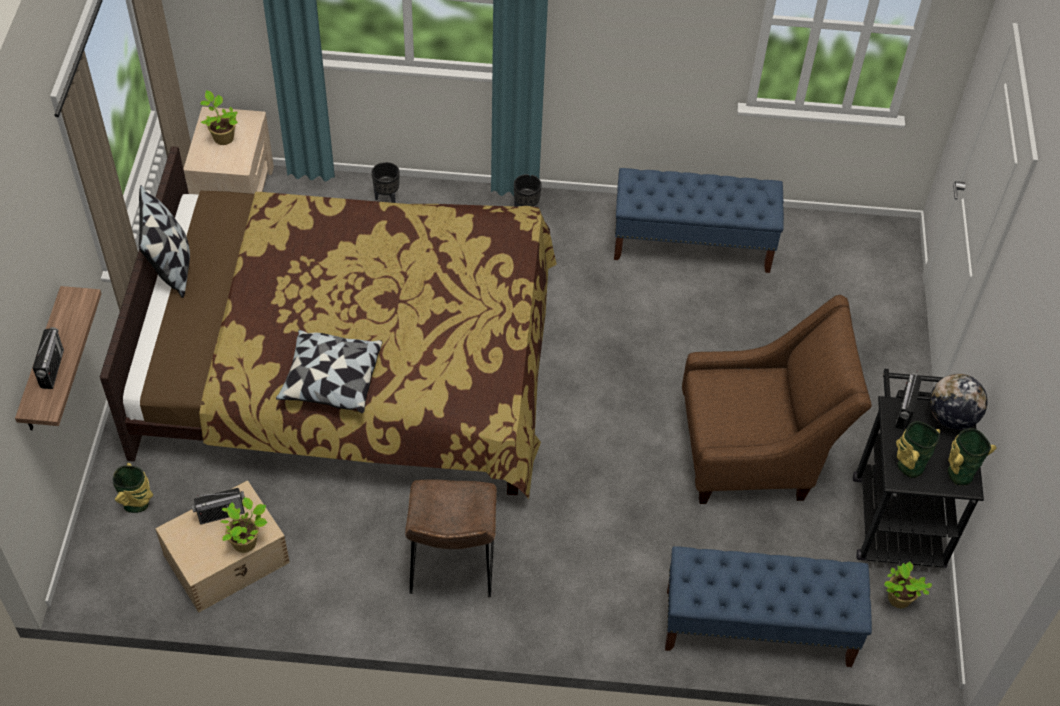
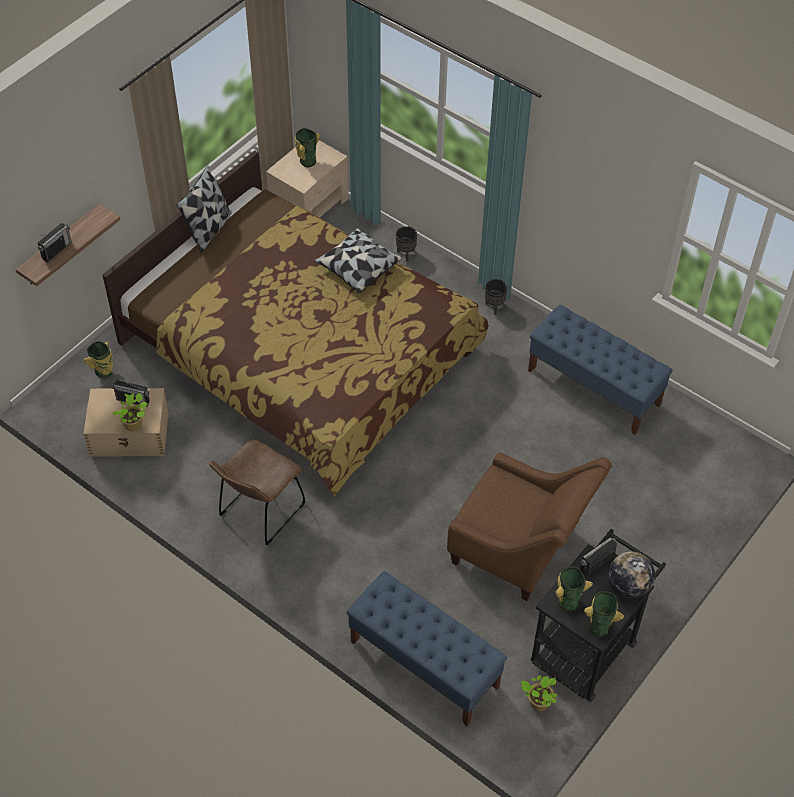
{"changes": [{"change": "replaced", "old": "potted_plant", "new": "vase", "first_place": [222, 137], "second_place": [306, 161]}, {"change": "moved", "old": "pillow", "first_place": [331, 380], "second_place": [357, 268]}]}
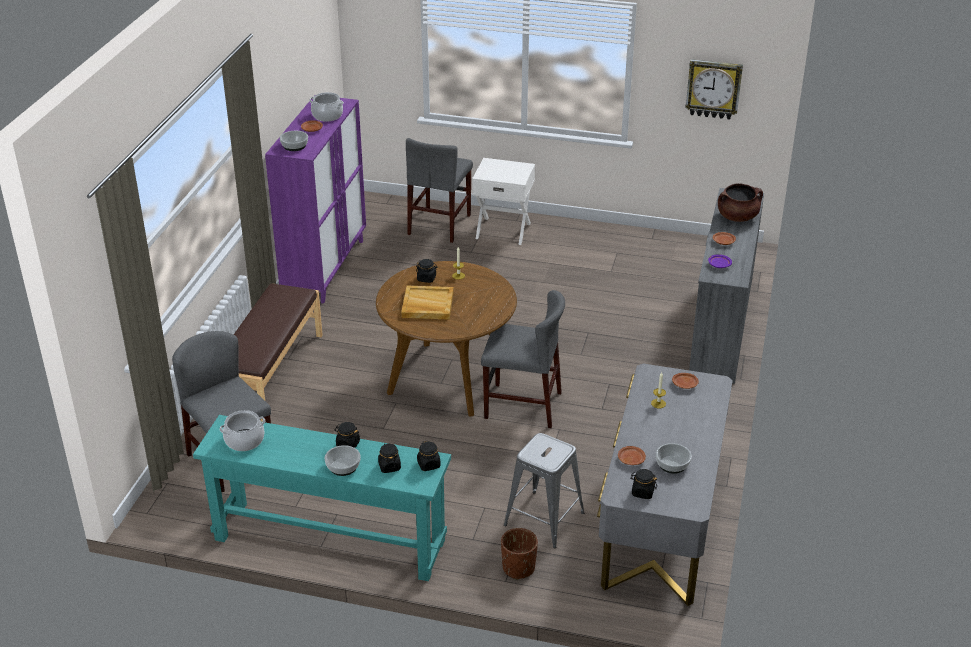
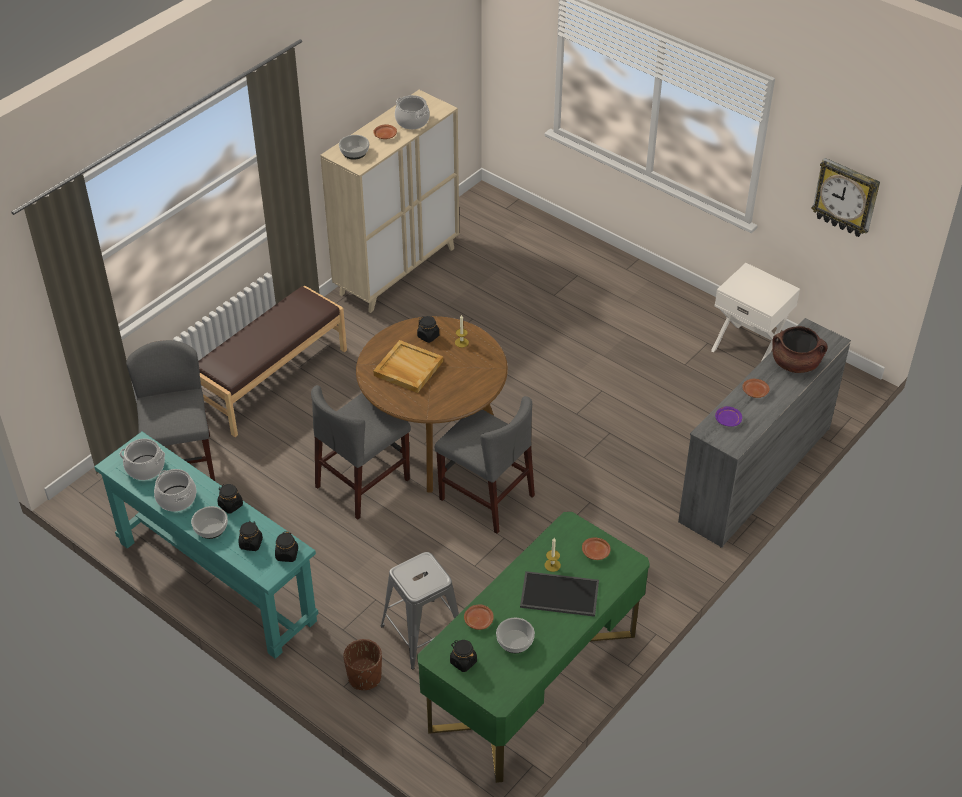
{"changes": [{"change": "added", "new": "cooking_pot", "second_place": [176, 499]}, {"change": "moved", "old": "grey_chair", "first_place": [439, 224], "second_place": [362, 483]}, {"change": "recoloured", "old": "purple_cabinet", "new": "beige_cabinet", "first_place": [325, 268], "second_place": [397, 271]}, {"change": "recoloured", "old": "grey_desk", "new": "green_desk", "first_place": [661, 522], "second_place": [533, 681]}, {"change": "added", "new": "tray", "second_place": [558, 595]}, {"change": "moved", "old": "white_nightstand", "first_place": [503, 230], "second_place": [748, 349]}]}
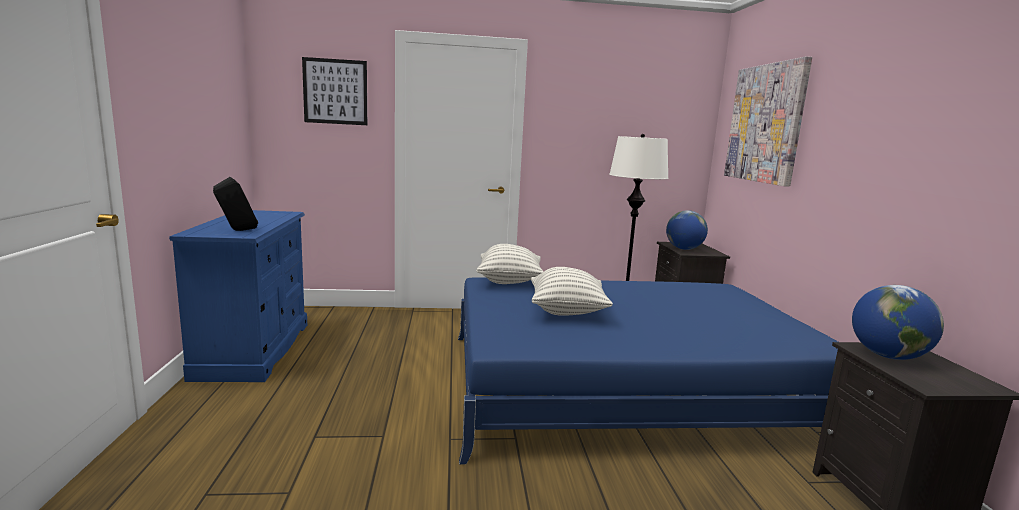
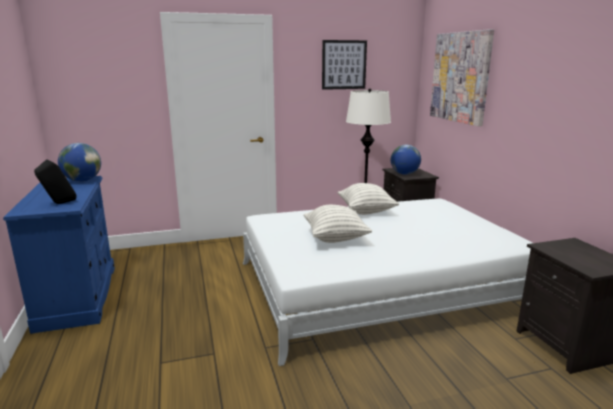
{"changes": [{"change": "moved", "old": "globe", "first_place": [888, 356], "second_place": [82, 181]}, {"change": "recoloured", "old": "blue_bed", "new": "white_bed", "first_place": [624, 387], "second_place": [378, 286]}, {"change": "moved", "old": "picture", "first_place": [335, 91], "second_place": [344, 65]}, {"change": "moved", "old": "pillow", "first_place": [509, 281], "second_place": [366, 211]}]}
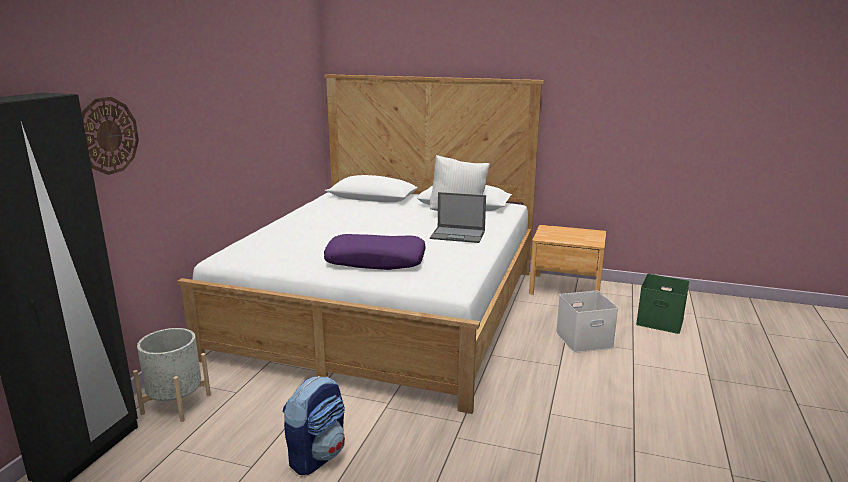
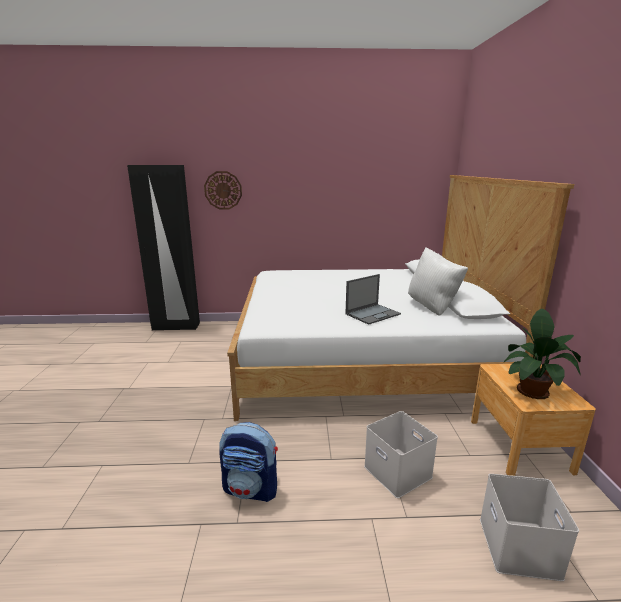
{"changes": [{"change": "moved", "old": "backpack", "first_place": [317, 455], "second_place": [251, 489]}, {"change": "turned", "old": "laptop", "first_place": [458, 235], "second_place": [373, 314], "degrees": -120}, {"change": "recoloured", "old": "green_storage_box", "new": "white_storage_box", "first_place": [659, 321], "second_place": [516, 545]}, {"change": "added", "new": "potted_plant", "second_place": [533, 390]}, {"change": "removed", "old": "grey_planter", "first_place": [176, 404]}, {"change": "removed", "old": "purple_pillow", "first_place": [376, 261]}]}
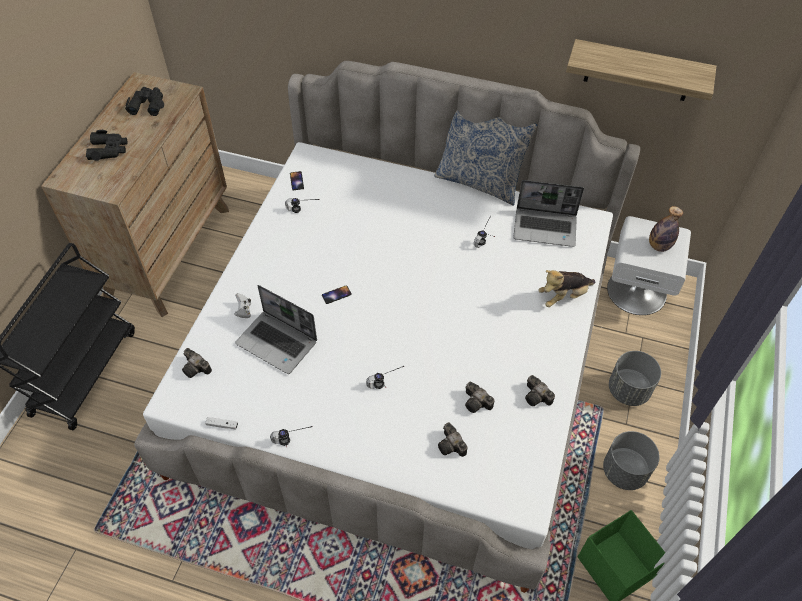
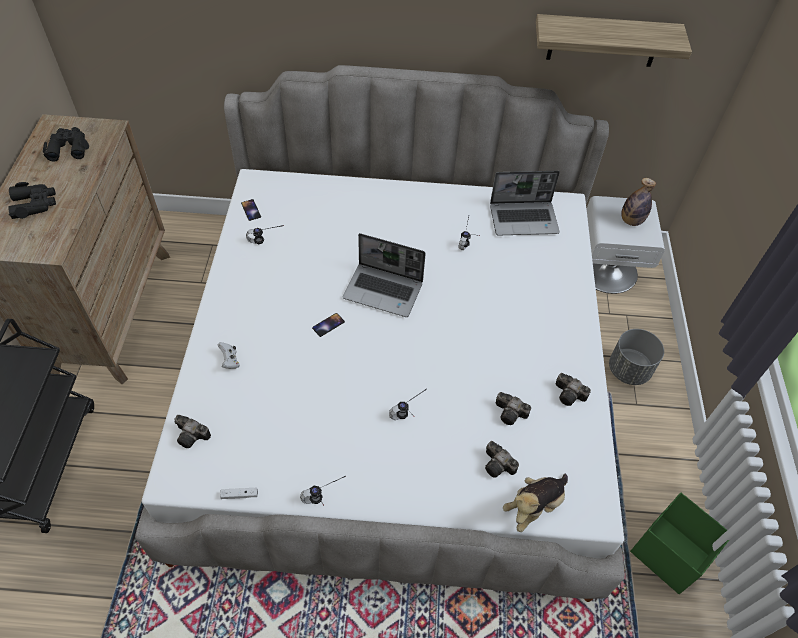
{"changes": [{"change": "moved", "old": "laptop", "first_place": [278, 343], "second_place": [384, 290]}, {"change": "moved", "old": "plush_toy", "first_place": [563, 296], "second_place": [534, 506]}, {"change": "removed", "old": "pillow", "first_place": [479, 181]}, {"change": "removed", "old": "grey_planter", "first_place": [624, 471]}]}
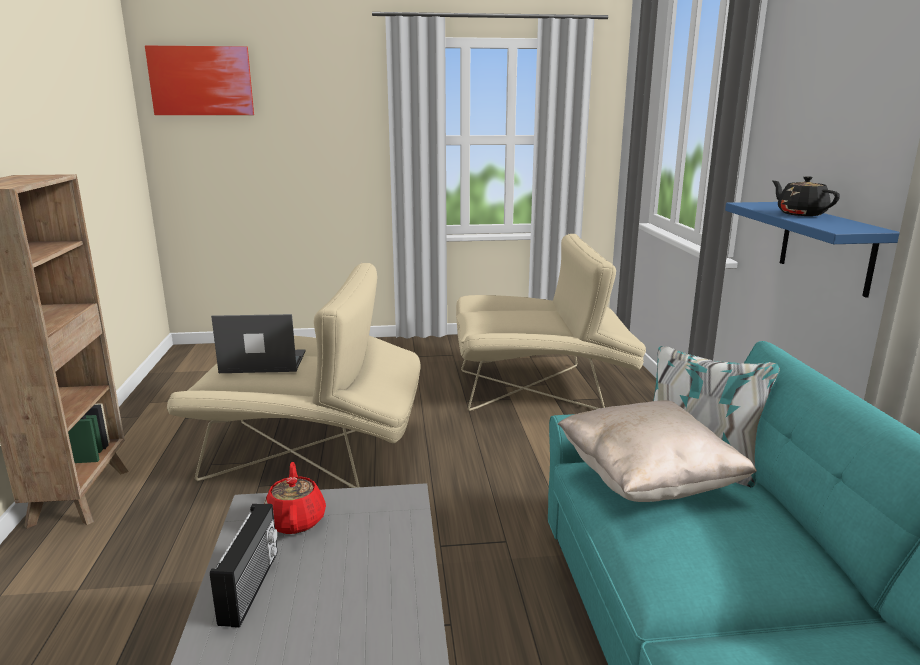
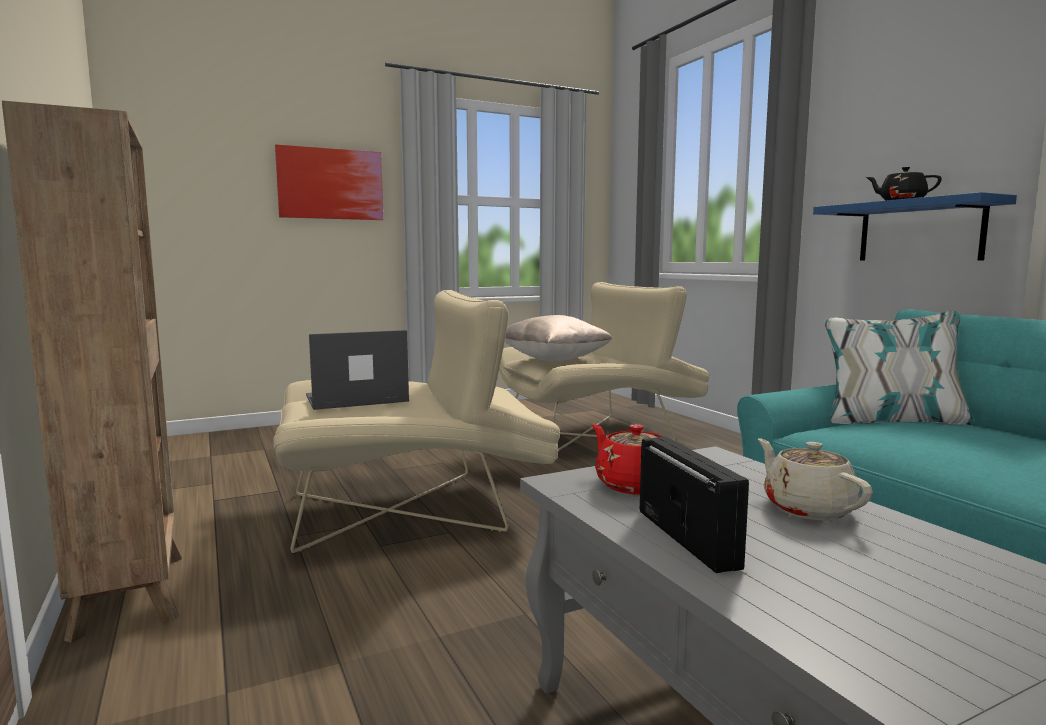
{"changes": [{"change": "moved", "old": "picture", "first_place": [201, 81], "second_place": [330, 184]}, {"change": "moved", "old": "beige_pillow", "first_place": [647, 481], "second_place": [554, 360]}, {"change": "added", "new": "beige_teapot", "second_place": [807, 508]}]}
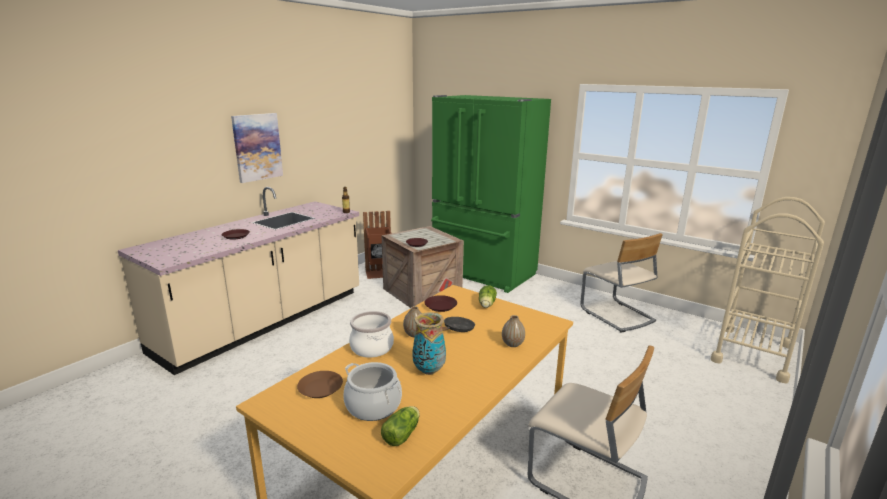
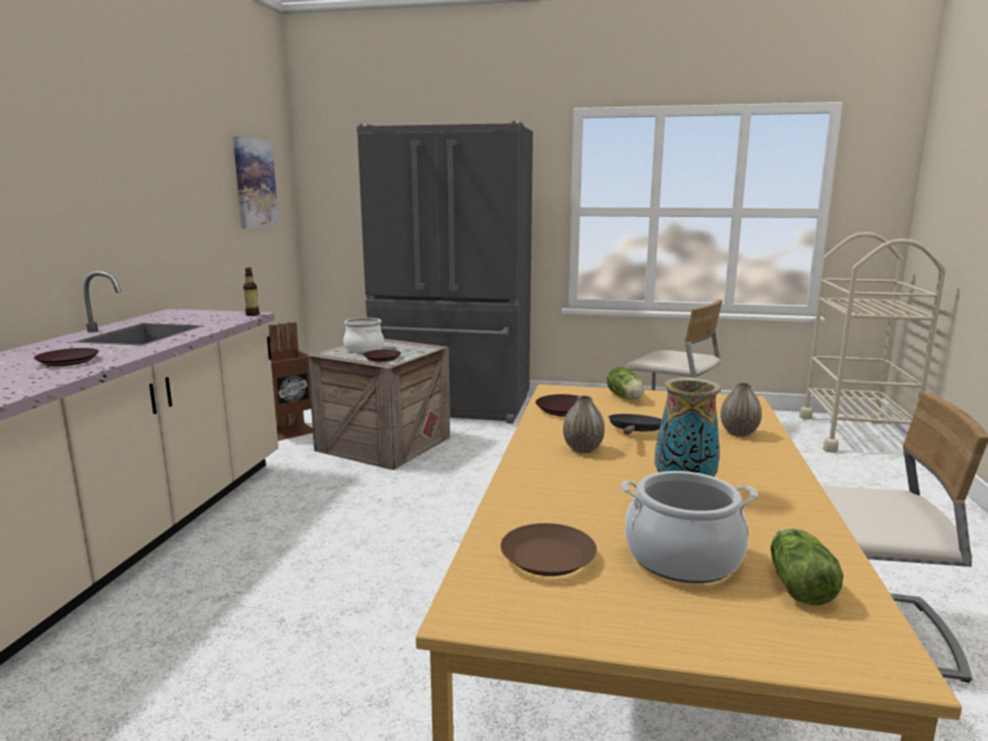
{"changes": [{"change": "moved", "old": "picture", "first_place": [257, 147], "second_place": [254, 183]}, {"change": "moved", "old": "cooking_pot", "first_place": [371, 348], "second_place": [363, 348]}, {"change": "recoloured", "old": "green_fridge", "new": "grey_fridge", "first_place": [482, 273], "second_place": [452, 406]}]}
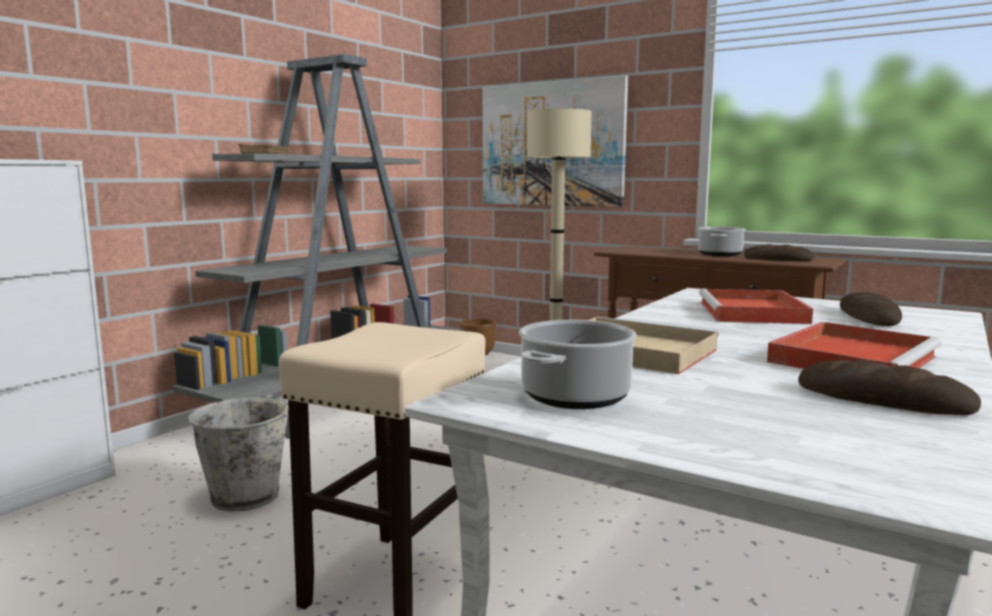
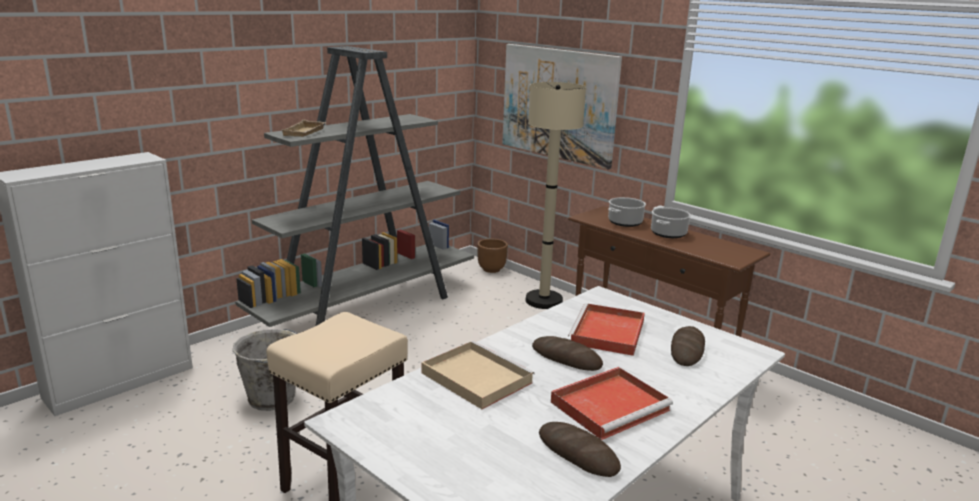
{"changes": [{"change": "moved", "old": "bread", "first_place": [778, 259], "second_place": [566, 358]}, {"change": "moved", "old": "cooking_pot", "first_place": [575, 397], "second_place": [625, 223]}]}
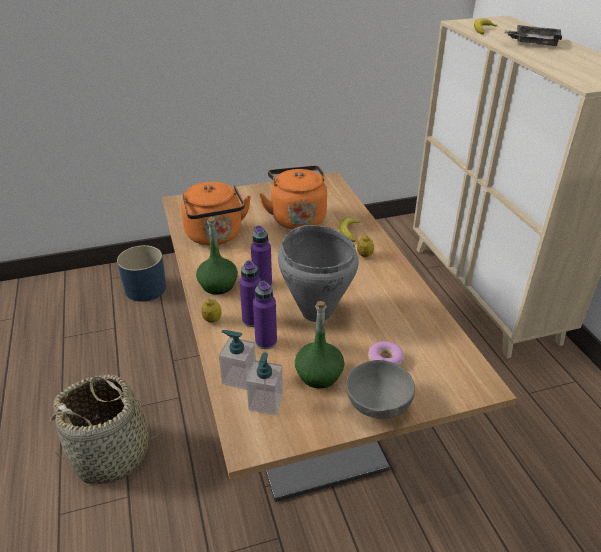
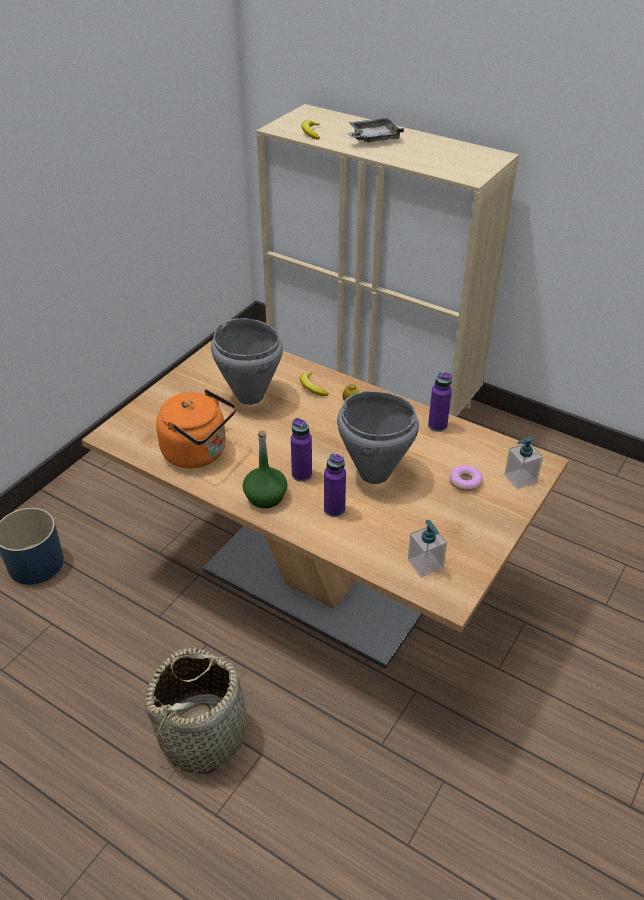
{"changes": [{"change": "replaced", "old": "orange_kettle", "new": "grey_cooking_pot", "first_place": [297, 218], "second_place": [250, 396]}, {"change": "moved", "old": "purple_bottle", "first_place": [266, 341], "second_place": [437, 425]}, {"change": "moved", "old": "soap_dispenser", "first_place": [239, 377], "second_place": [520, 478]}, {"change": "removed", "old": "lemon", "first_place": [212, 320]}, {"change": "removed", "old": "green_bottle", "first_place": [318, 375]}, {"change": "removed", "old": "grey_bowl", "first_place": [377, 406]}]}
